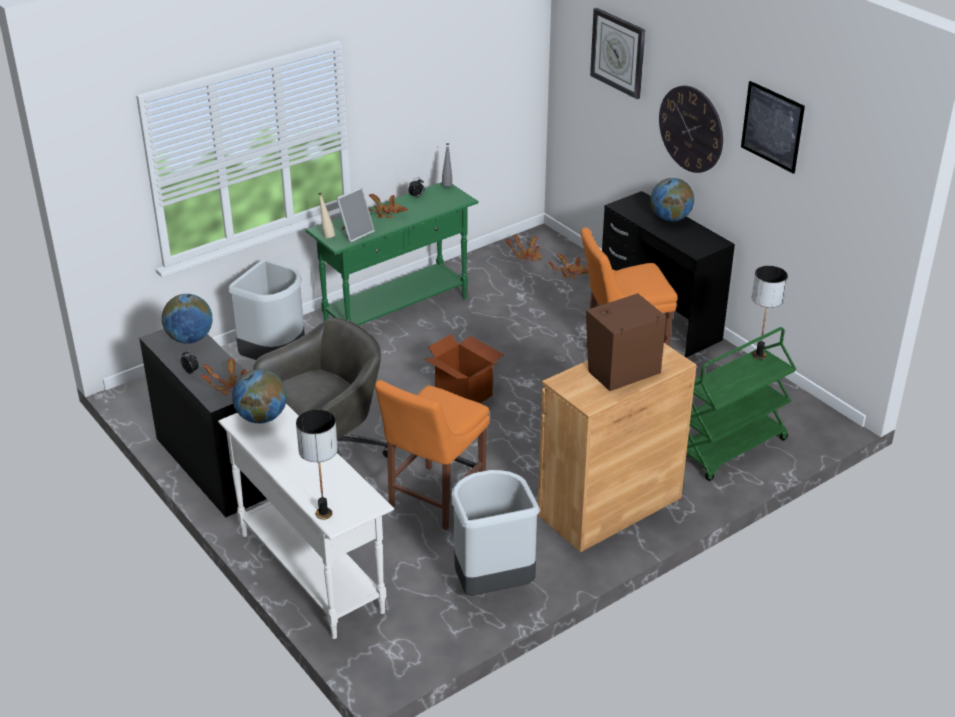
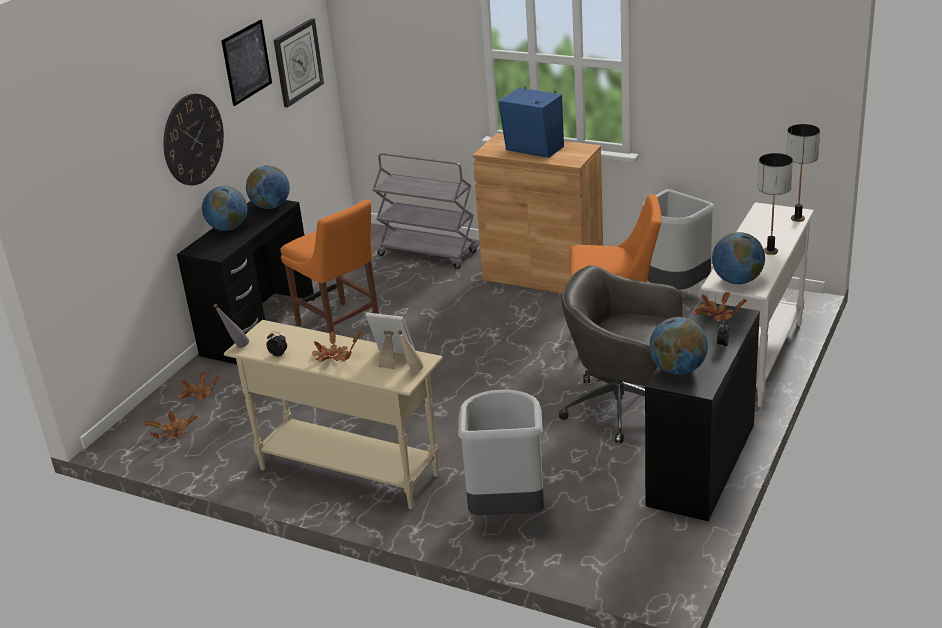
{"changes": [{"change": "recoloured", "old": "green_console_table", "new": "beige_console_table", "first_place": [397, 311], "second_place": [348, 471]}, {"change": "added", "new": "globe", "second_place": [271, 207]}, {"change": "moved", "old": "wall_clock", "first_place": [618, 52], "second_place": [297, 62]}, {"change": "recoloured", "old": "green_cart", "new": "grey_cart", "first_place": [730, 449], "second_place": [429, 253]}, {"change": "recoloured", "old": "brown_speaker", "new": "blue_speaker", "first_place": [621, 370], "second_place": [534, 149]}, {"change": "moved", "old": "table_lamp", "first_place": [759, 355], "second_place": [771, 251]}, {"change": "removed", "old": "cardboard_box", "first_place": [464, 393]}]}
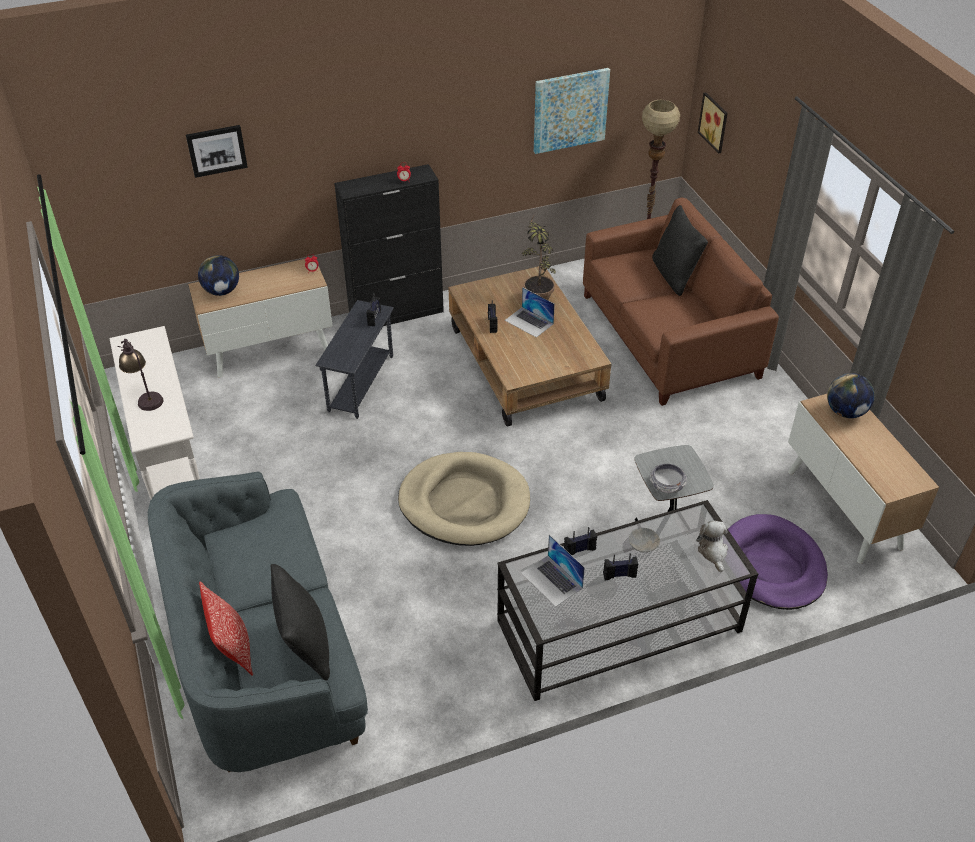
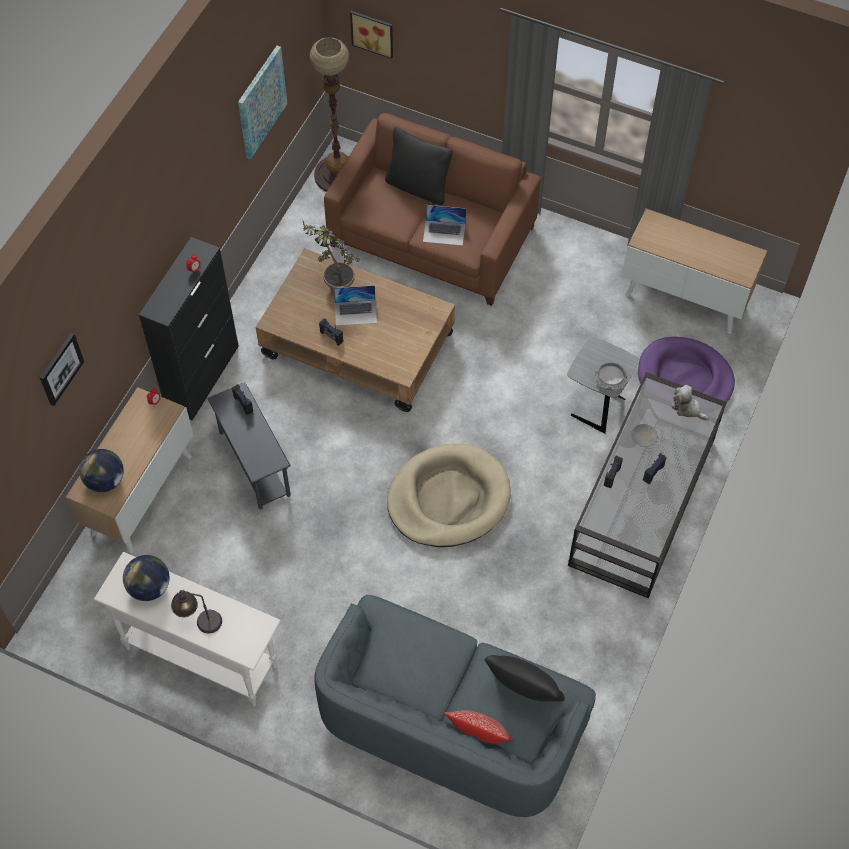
{"changes": [{"change": "moved", "old": "globe", "first_place": [845, 412], "second_place": [149, 587]}, {"change": "moved", "old": "laptop", "first_place": [552, 580], "second_place": [444, 232]}]}
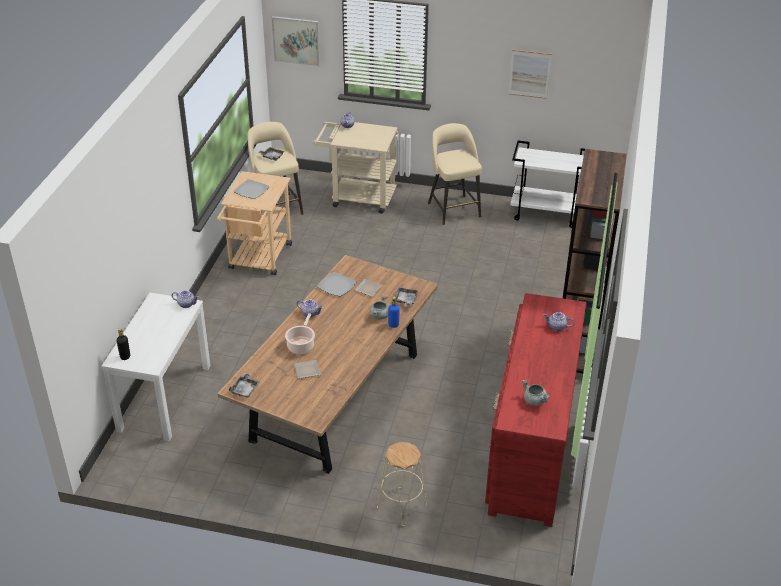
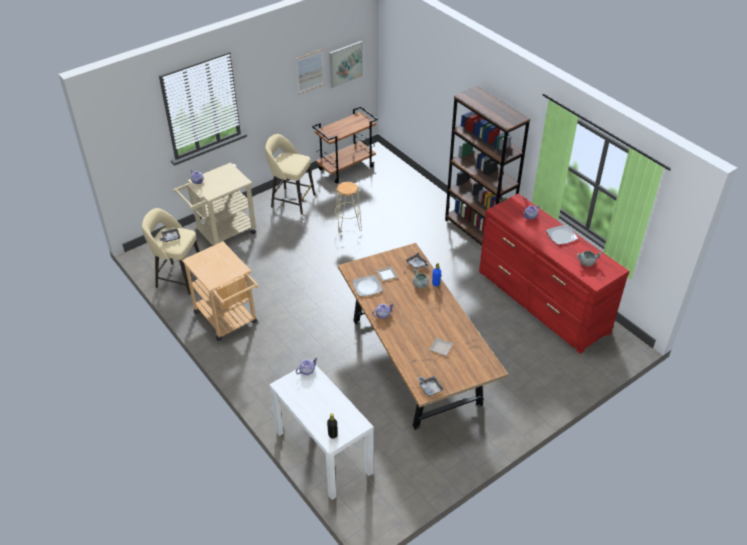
{"changes": [{"change": "recoloured", "old": "white_cart", "new": "brown_cart", "first_place": [546, 214], "second_place": [346, 168]}, {"change": "moved", "old": "picture", "first_place": [296, 40], "second_place": [345, 64]}, {"change": "moved", "old": "beige_stool", "first_place": [401, 506], "second_place": [348, 225]}, {"change": "moved", "old": "plate", "first_place": [251, 190], "second_place": [561, 235]}, {"change": "removed", "old": "cooking_pot", "first_place": [301, 345]}]}
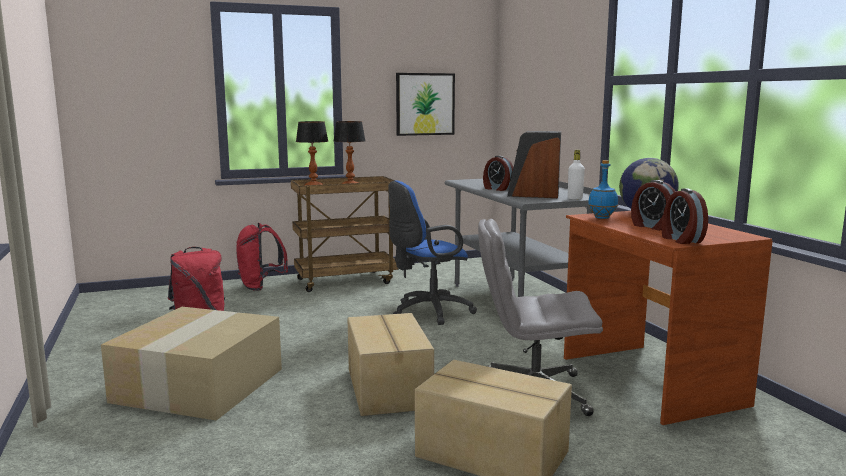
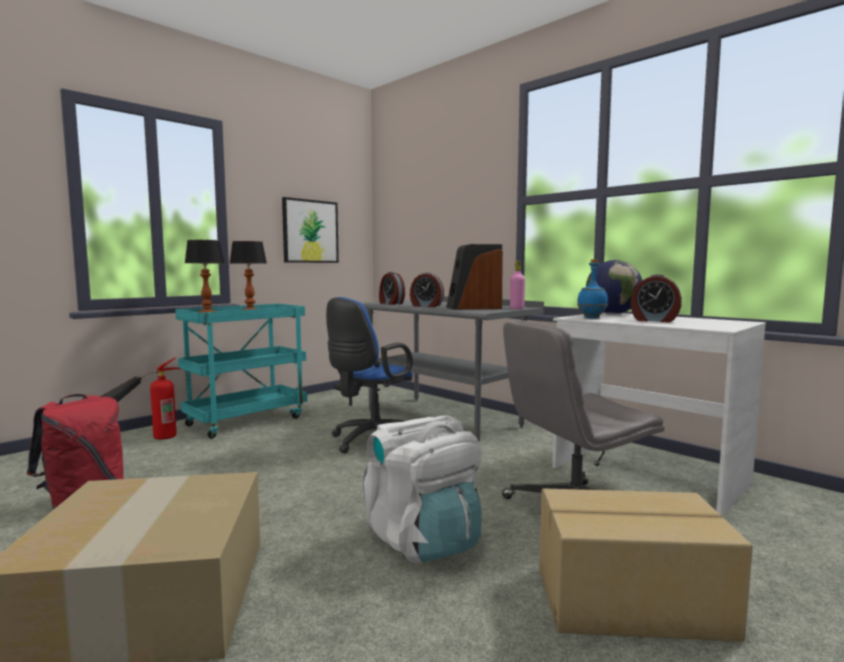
{"changes": [{"change": "replaced", "old": "red_backpack", "new": "fire_extinguisher", "first_place": [261, 287], "second_place": [143, 441]}, {"change": "recoloured", "old": "brown_cart", "new": "turquoise_cart", "first_place": [346, 281], "second_place": [247, 420]}, {"change": "replaced", "old": "cardboard_box", "new": "white_backpack", "first_place": [390, 388], "second_place": [423, 539]}, {"change": "moved", "old": "alarm_clock", "first_place": [681, 240], "second_place": [390, 303]}, {"change": "recoloured", "old": "white_bottle", "new": "pink_bottle", "first_place": [575, 198], "second_place": [517, 308]}, {"change": "recoloured", "old": "brown_desk", "new": "white_desk", "first_place": [648, 380], "second_place": [647, 475]}]}
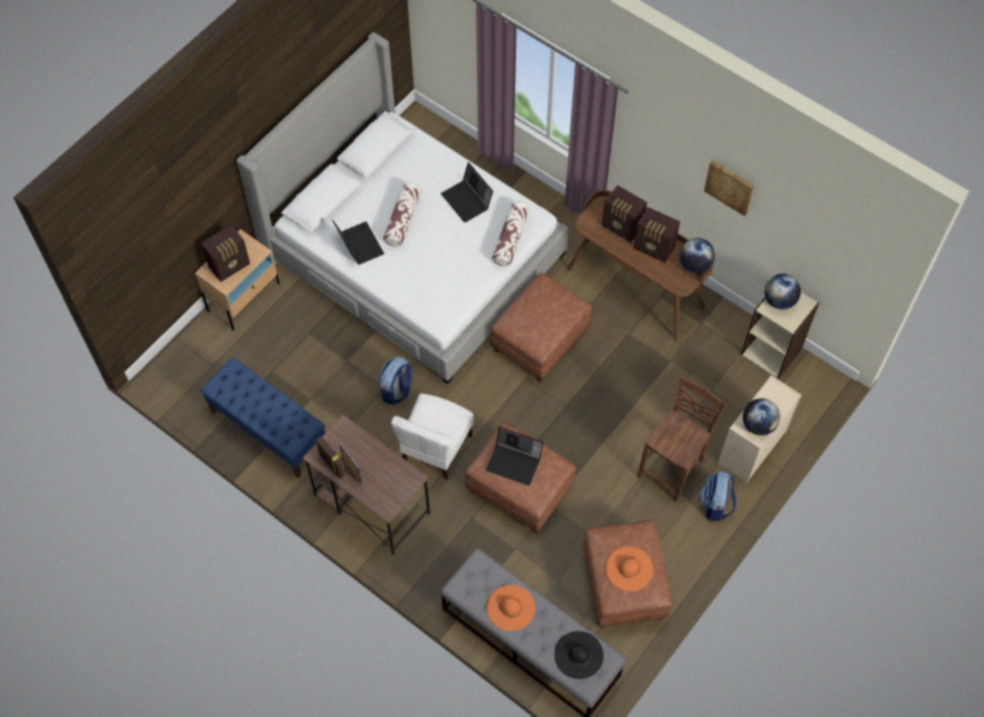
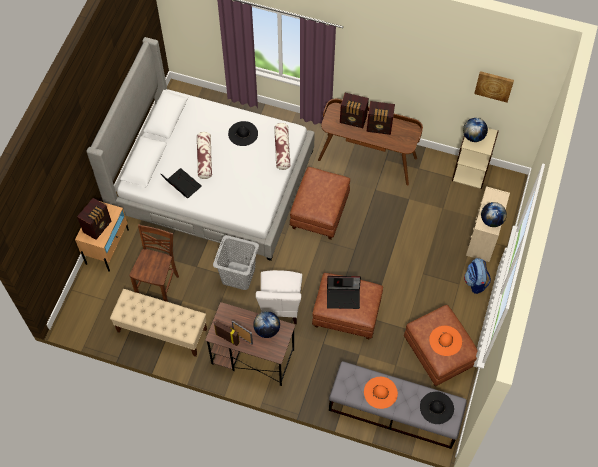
{"changes": [{"change": "recoloured", "old": "blue_bench", "new": "beige_bench", "first_place": [268, 429], "second_place": [161, 330]}, {"change": "moved", "old": "brown_chair", "first_place": [673, 468], "second_place": [160, 288]}, {"change": "replaced", "old": "backpack", "new": "grey_laundry_basket", "first_place": [397, 390], "second_place": [238, 276]}, {"change": "replaced", "old": "laptop", "new": "black_hat", "first_place": [467, 201], "second_place": [243, 133]}, {"change": "moved", "old": "globe", "first_place": [695, 264], "second_place": [267, 329]}, {"change": "moved", "old": "picture", "first_place": [729, 186], "second_place": [494, 85]}]}
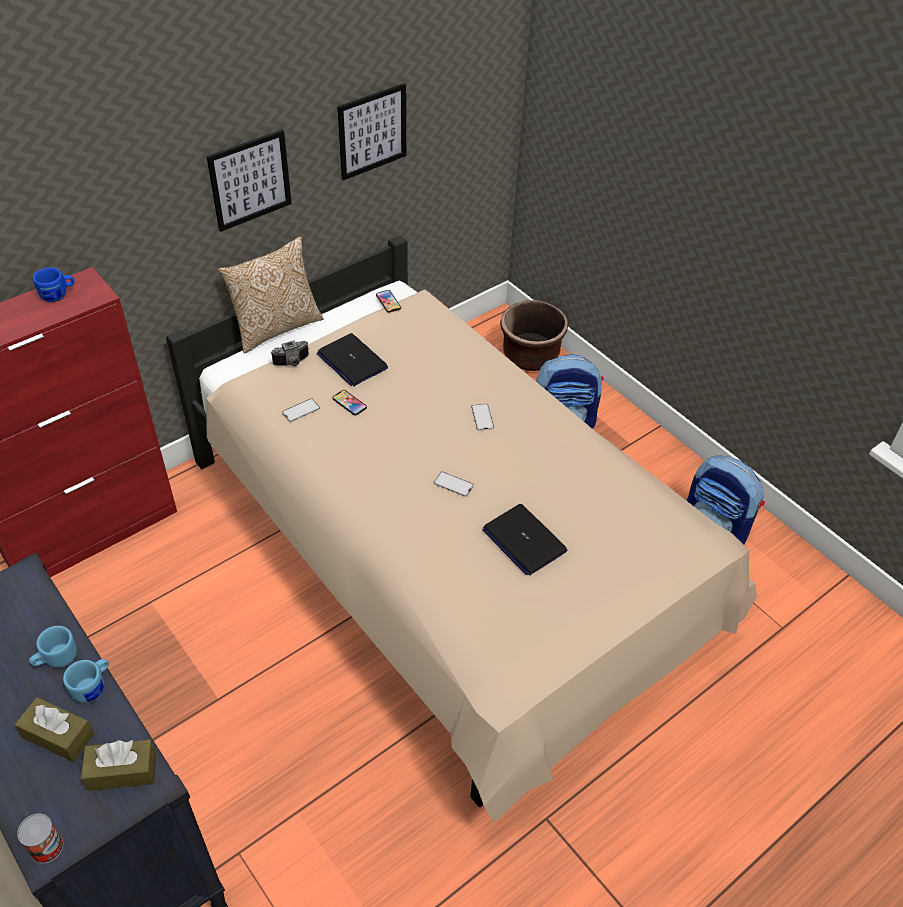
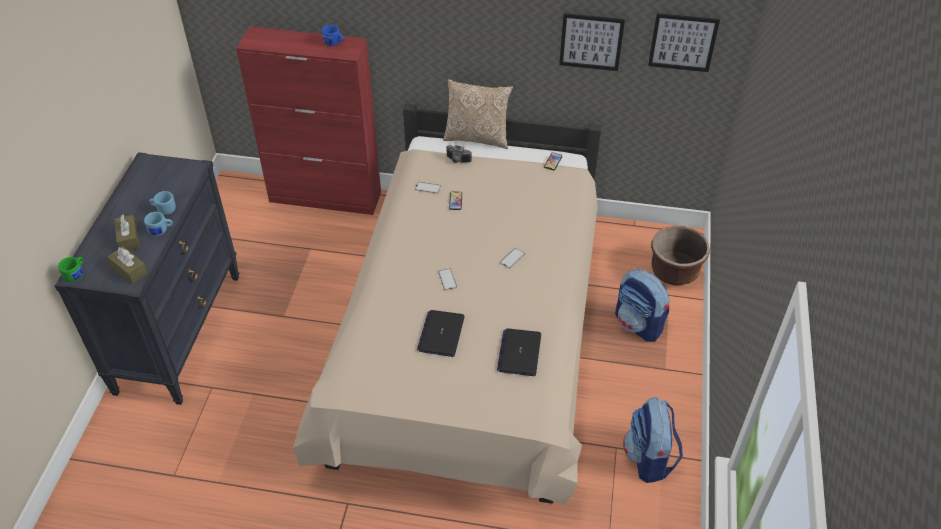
{"changes": [{"change": "replaced", "old": "can", "new": "green_mug", "first_place": [46, 847], "second_place": [76, 274]}, {"change": "moved", "old": "laptop", "first_place": [352, 361], "second_place": [519, 353]}, {"change": "moved", "old": "picture", "first_place": [250, 180], "second_place": [683, 42]}]}
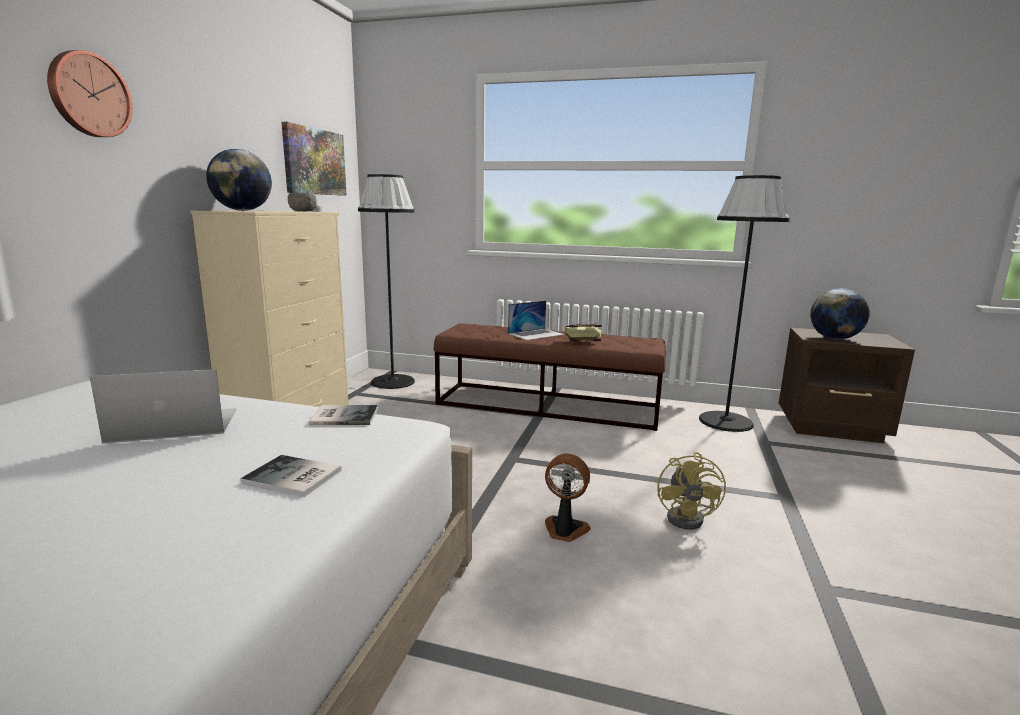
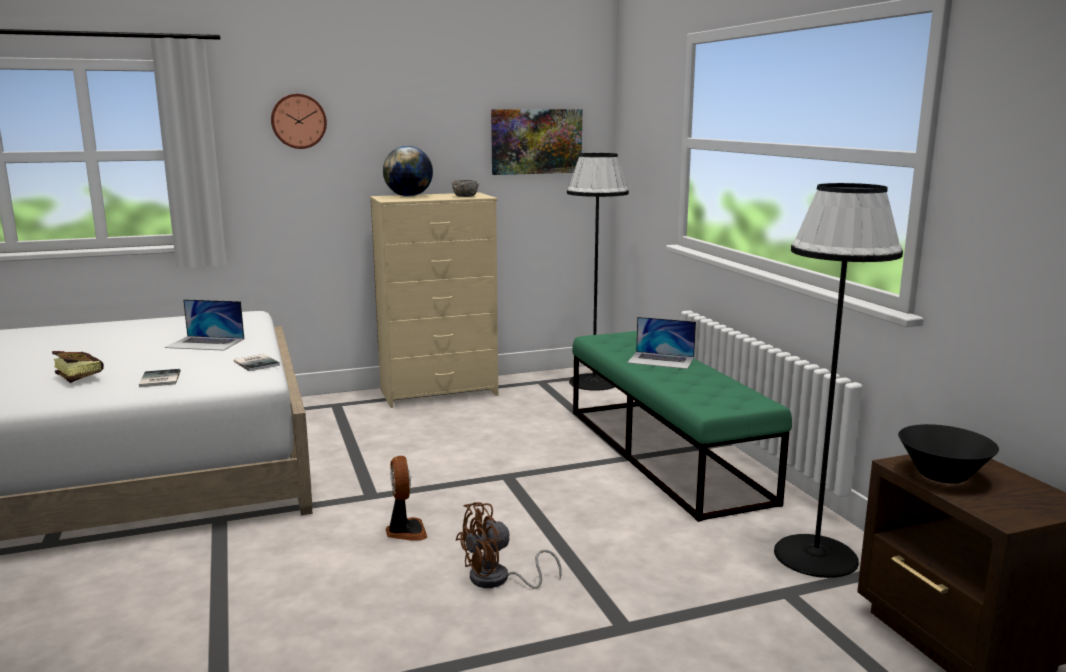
{"changes": [{"change": "moved", "old": "book", "first_place": [578, 342], "second_place": [77, 377]}, {"change": "turned", "old": "laptop", "first_place": [174, 425], "second_place": [205, 343], "degrees": 150}, {"change": "recoloured", "old": "yellow_fan", "new": "brown_fan", "first_place": [690, 518], "second_place": [498, 580]}, {"change": "recoloured", "old": "brown_bench", "new": "green_bench", "first_place": [548, 405], "second_place": [664, 454]}, {"change": "replaced", "old": "globe", "new": "black_bowl", "first_place": [835, 338], "second_place": [942, 476]}]}
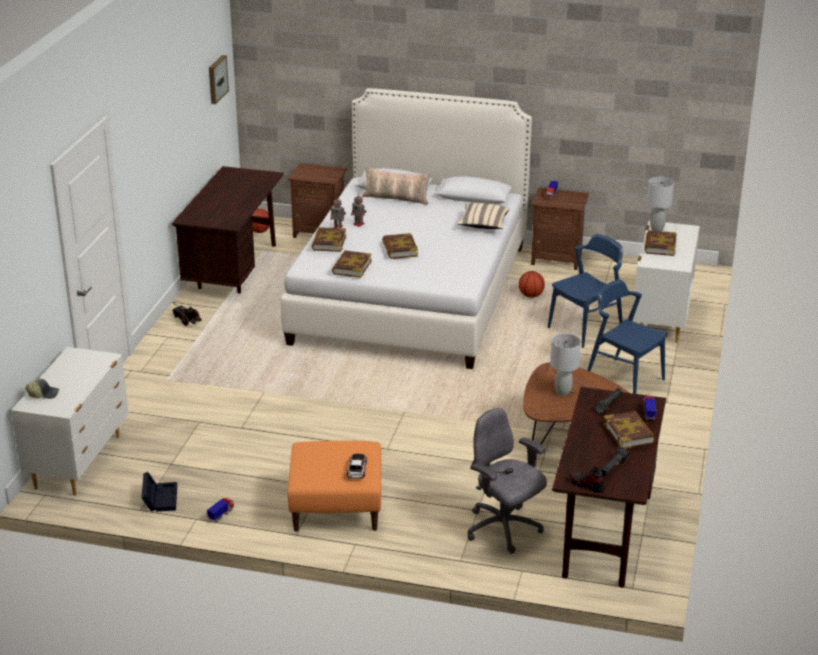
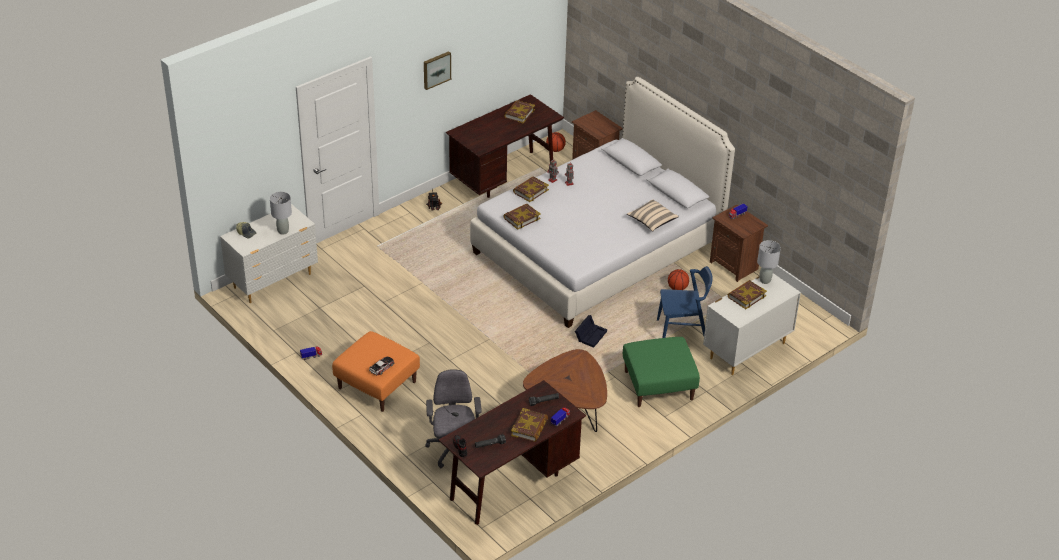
{"changes": [{"change": "moved", "old": "grey_table_lamp", "first_place": [563, 392], "second_place": [283, 231]}, {"change": "moved", "old": "picture", "first_place": [216, 79], "second_place": [436, 69]}, {"change": "moved", "old": "book", "first_place": [399, 249], "second_place": [519, 113]}, {"change": "moved", "old": "black_storage_box", "first_place": [160, 498], "second_place": [590, 335]}, {"change": "replaced", "old": "blue_chair", "new": "green_ottoman", "first_place": [624, 379], "second_place": [659, 385]}, {"change": "removed", "old": "pillow", "first_place": [396, 198]}]}
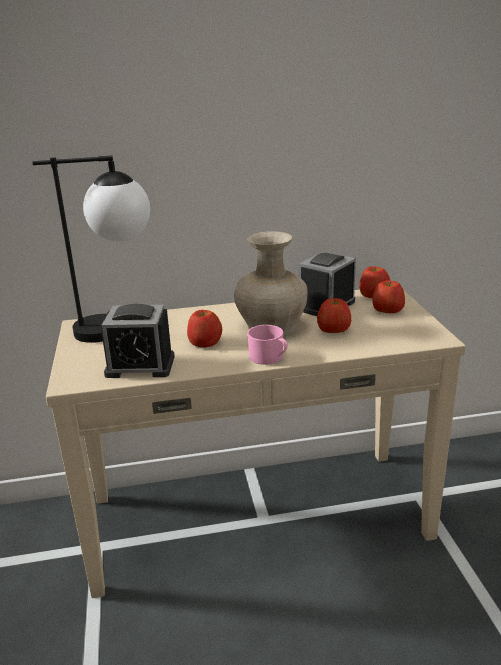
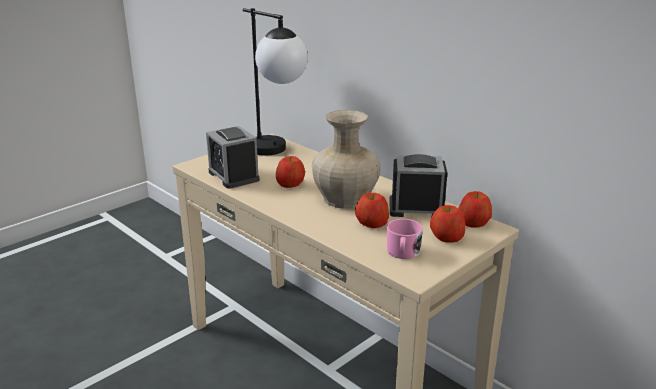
{"changes": [{"change": "moved", "old": "pink_mug", "first_place": [269, 358], "second_place": [403, 253]}]}
